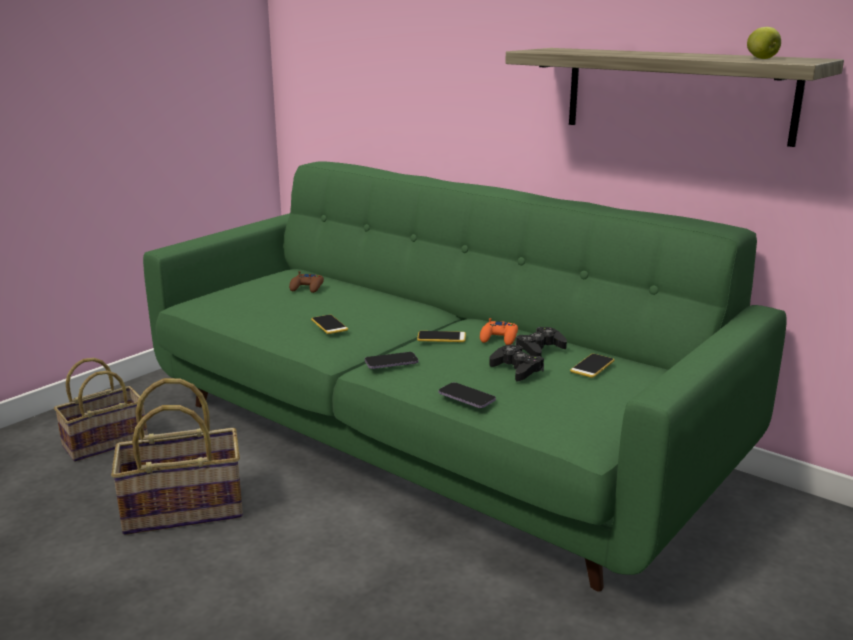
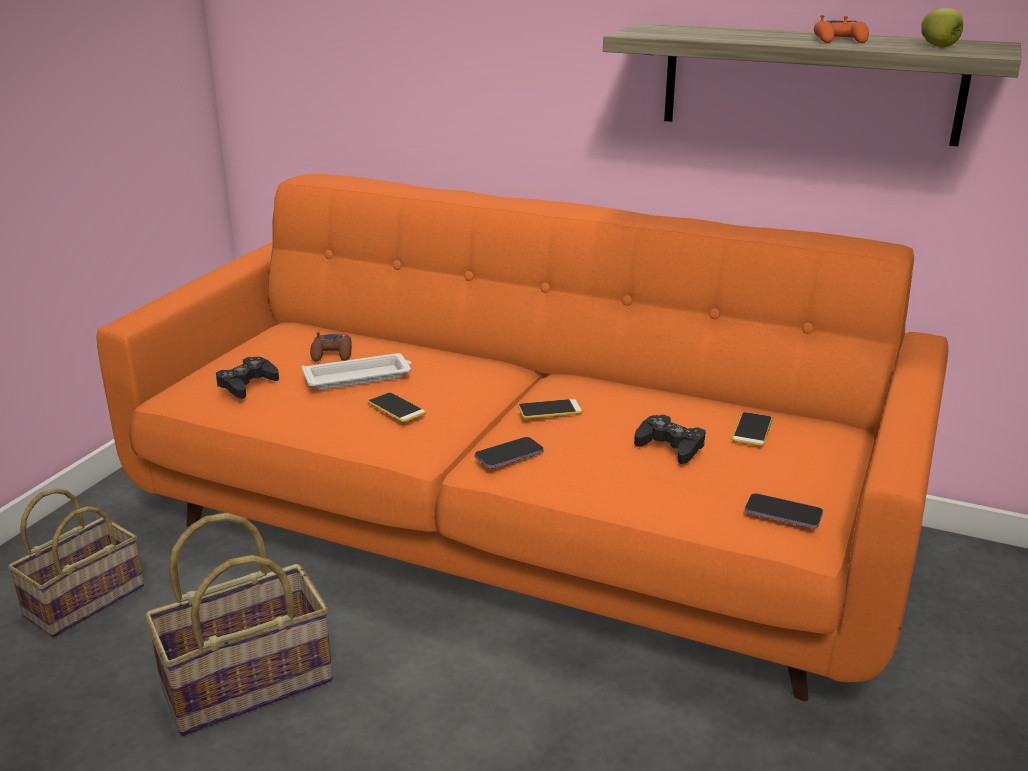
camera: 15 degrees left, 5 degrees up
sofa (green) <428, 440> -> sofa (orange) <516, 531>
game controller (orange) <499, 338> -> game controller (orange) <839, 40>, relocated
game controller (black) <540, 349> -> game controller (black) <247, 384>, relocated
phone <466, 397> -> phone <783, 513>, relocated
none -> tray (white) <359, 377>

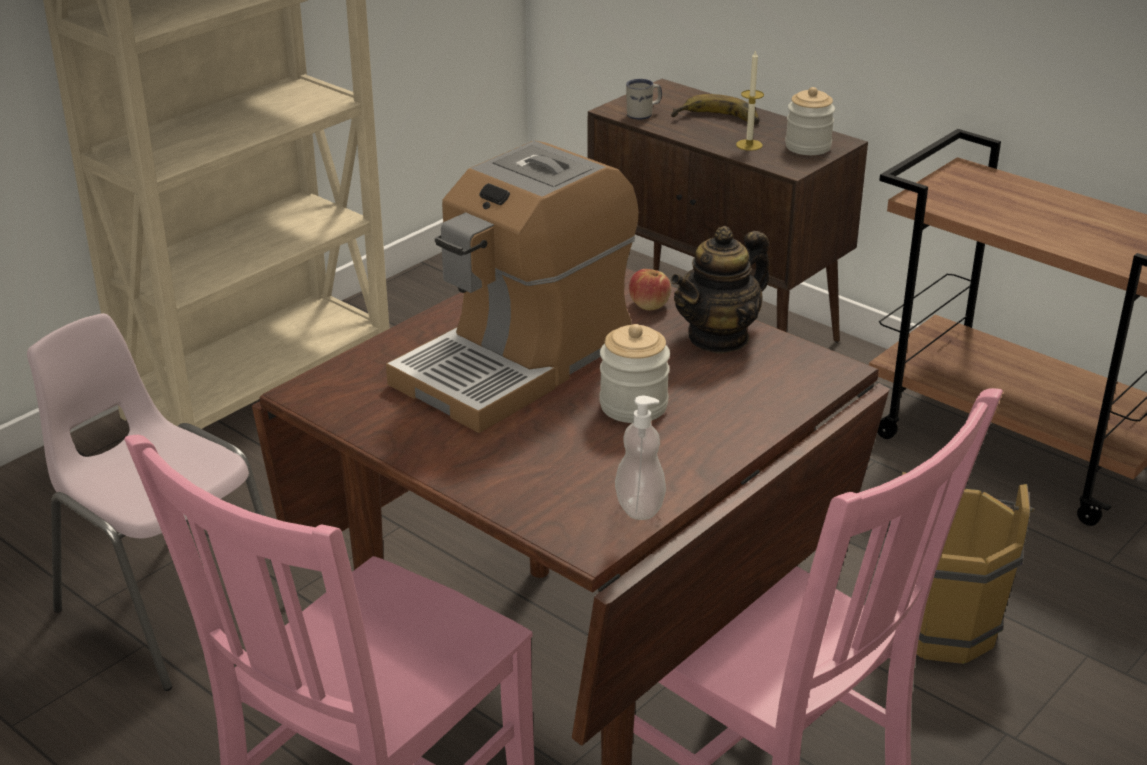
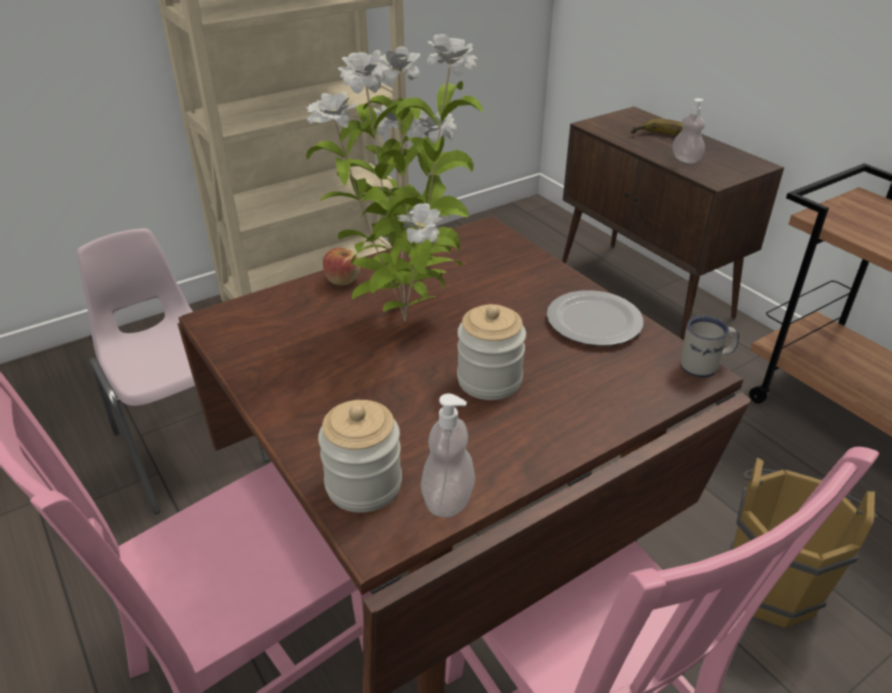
camera: 15 degrees right, 5 degrees up
candle <749, 145> -> soap dispenser <686, 160>
mug (white) <644, 114> -> mug (white) <705, 366>, relocated
jar <808, 147> -> jar <363, 485>, relocated
coffee machine <516, 362> -> potted plant <405, 318>
teapot <719, 337> -> plate <595, 322>
apple <649, 304> -> apple <342, 280>, relocated

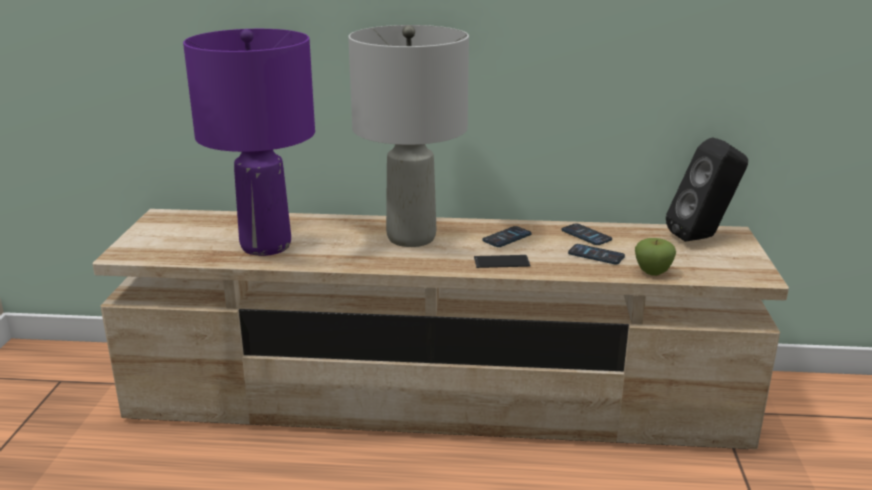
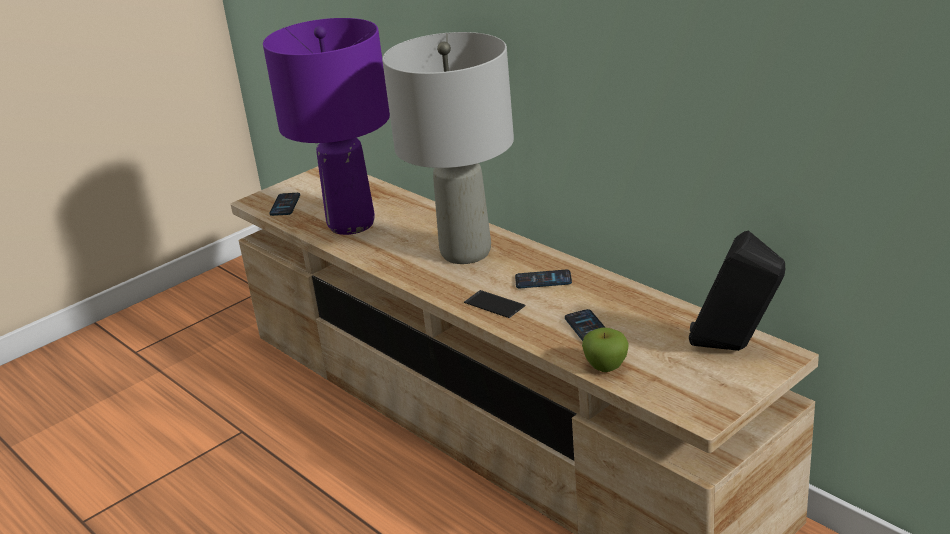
camera: 45 degrees right, 5 degrees up
phone <586, 235> -> phone <285, 205>, relocated

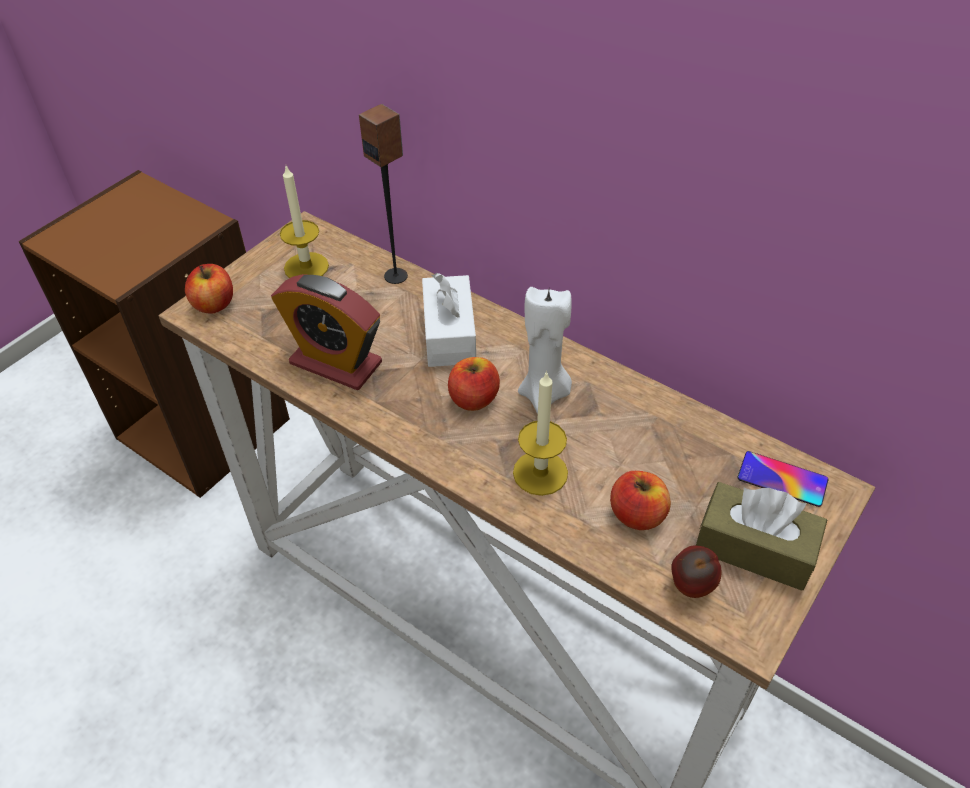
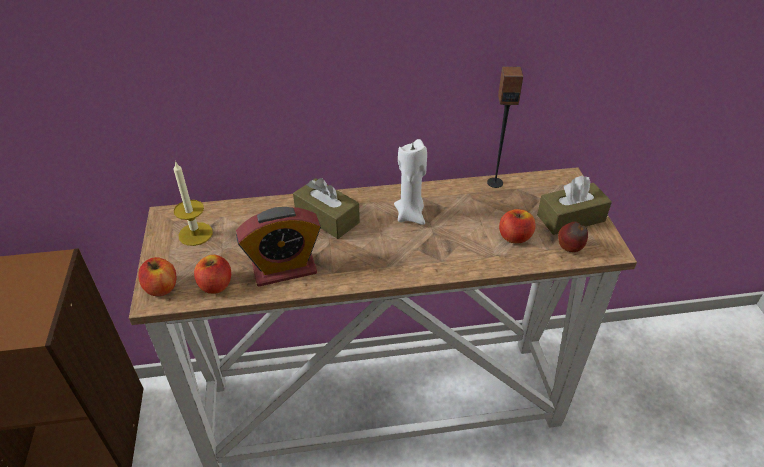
camera: 45 degrees left, 5 degrees down
speaker <396, 276> -> speaker <495, 182>, relocated
tissue box (white) <449, 334> -> tissue box (brown) <327, 217>
apple <473, 399> -> apple <215, 285>, relocated
candle <540, 473> -> none
phone <782, 479> -> none

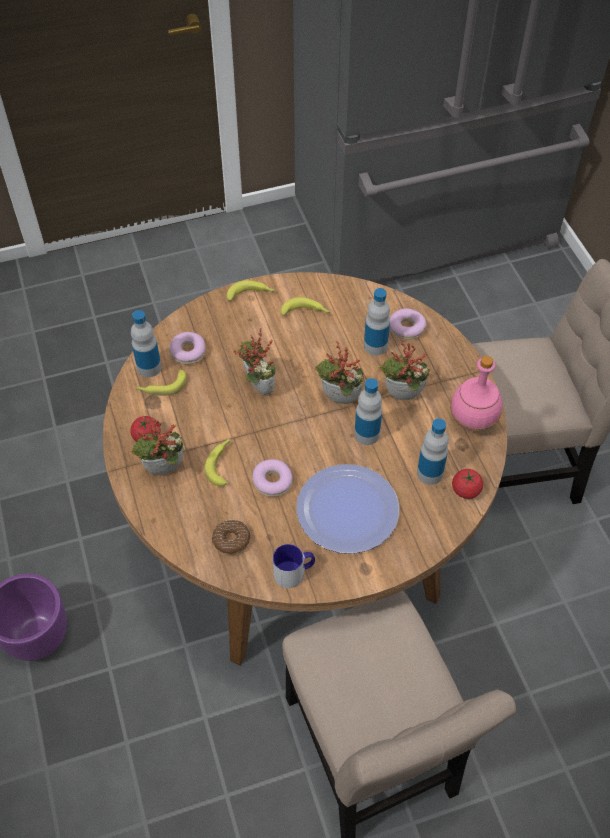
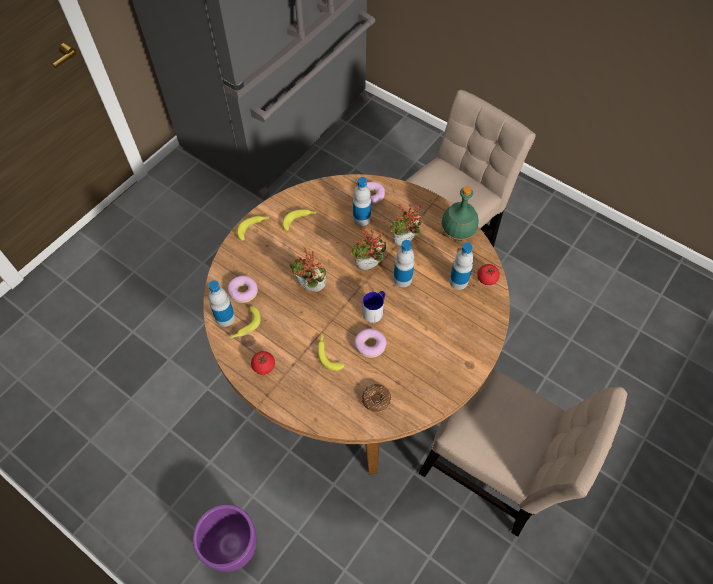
camera: 35 degrees left, 5 degrees up
bottle (pink) <471, 422> -> bottle (green) <456, 235>
potted plant <164, 473> -> none
plate <347, 509> -> none
mug <294, 572> -> mug <375, 310>, relocated

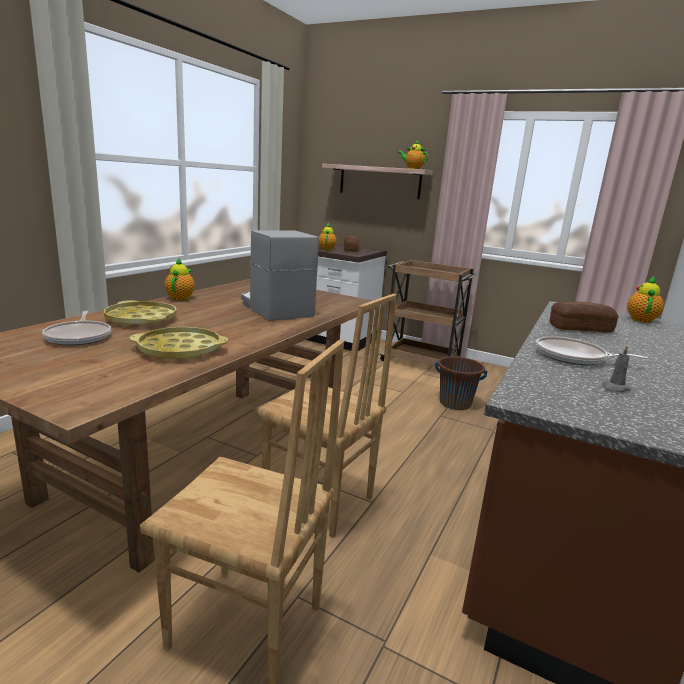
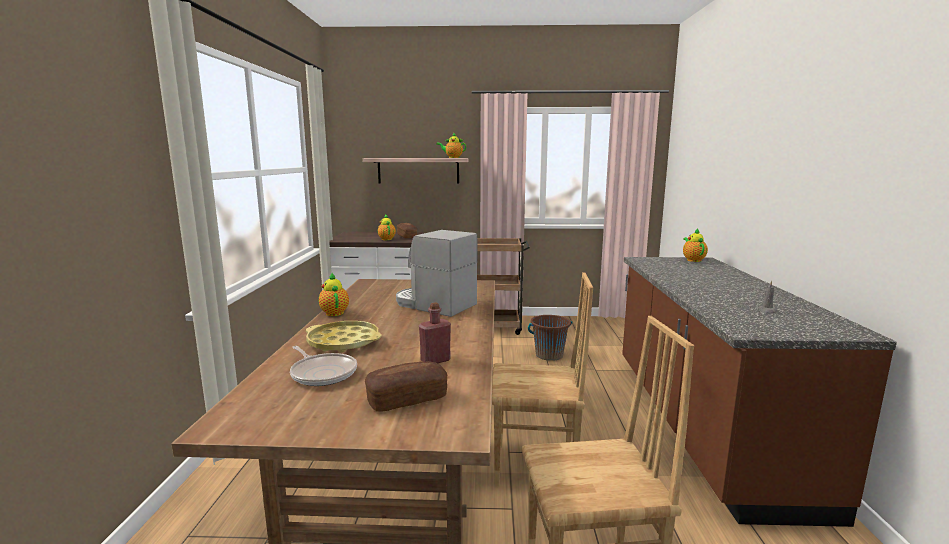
camera: 25 degrees left, 5 degrees down
bread <580, 329> -> bread <407, 399>, relocated
tray (yellow) <180, 350> -> bottle (red) <435, 360>
frying pan <574, 357> -> none

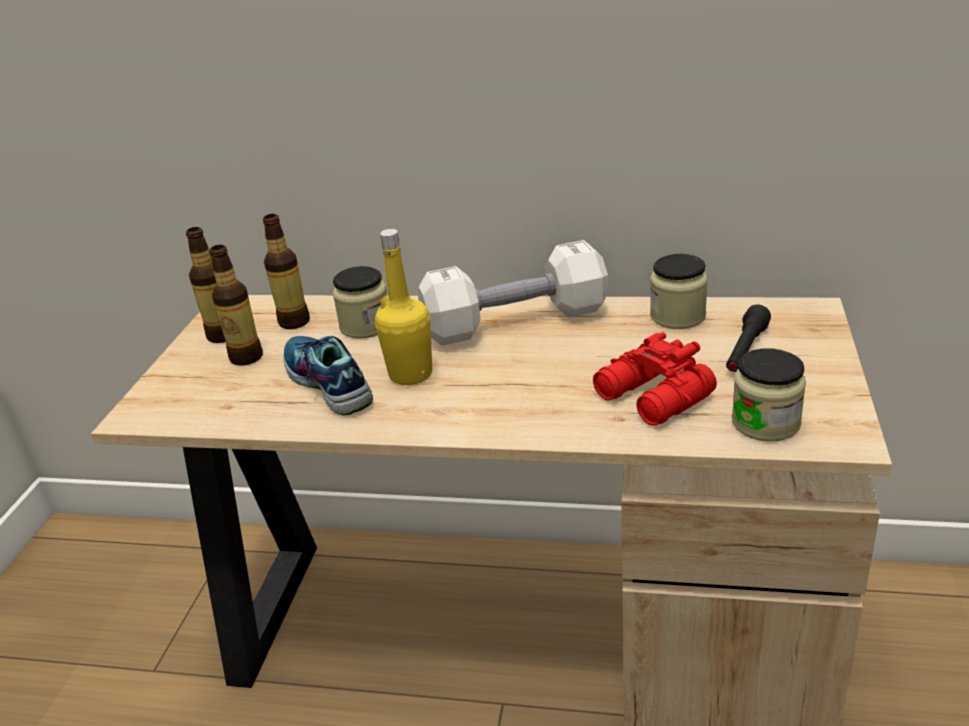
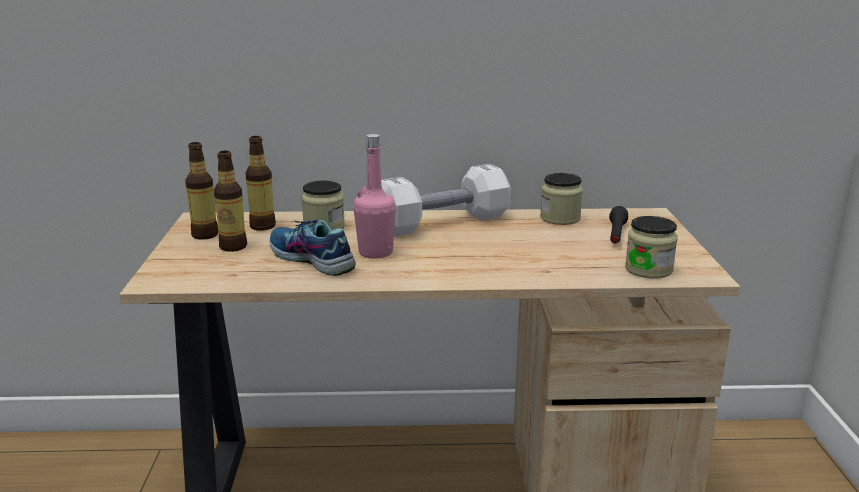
camera: 15 degrees left, 10 degrees down
bottle (yellow) <410, 374> -> bottle (pink) <375, 252>
binoculars (red) <653, 398> -> none

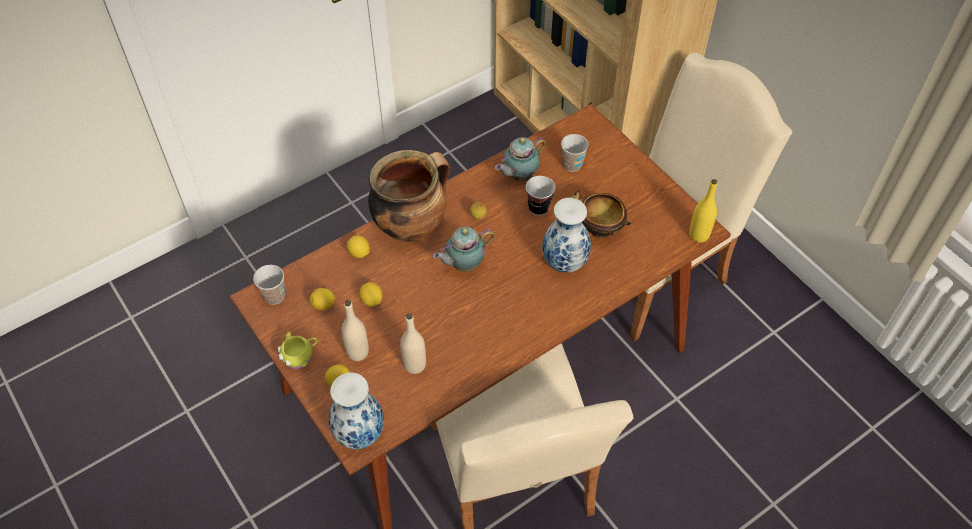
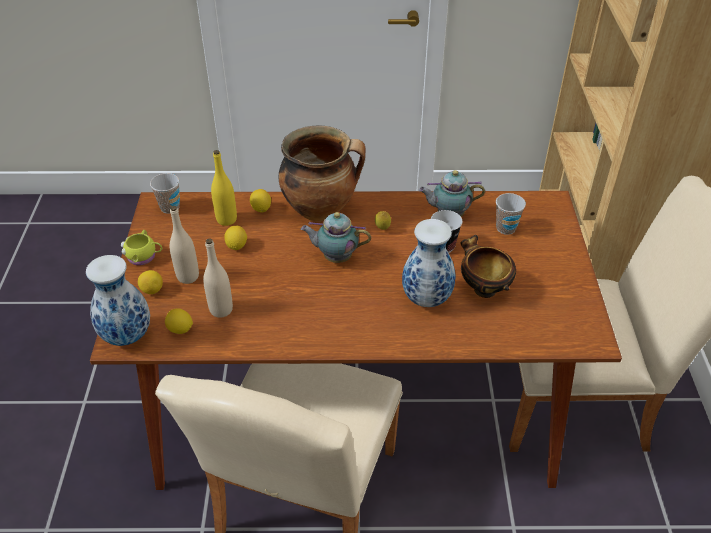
camera: 35 degrees right, 10 degrees down
bottle (yellow) <699, 235> -> bottle (yellow) <226, 219>, relocated
lemon <323, 305> -> lemon <180, 330>, relocated

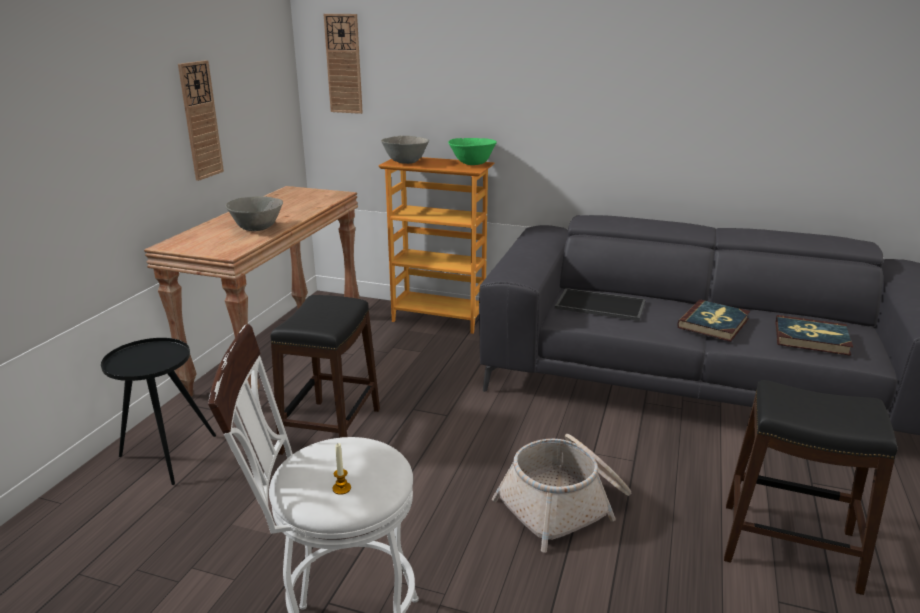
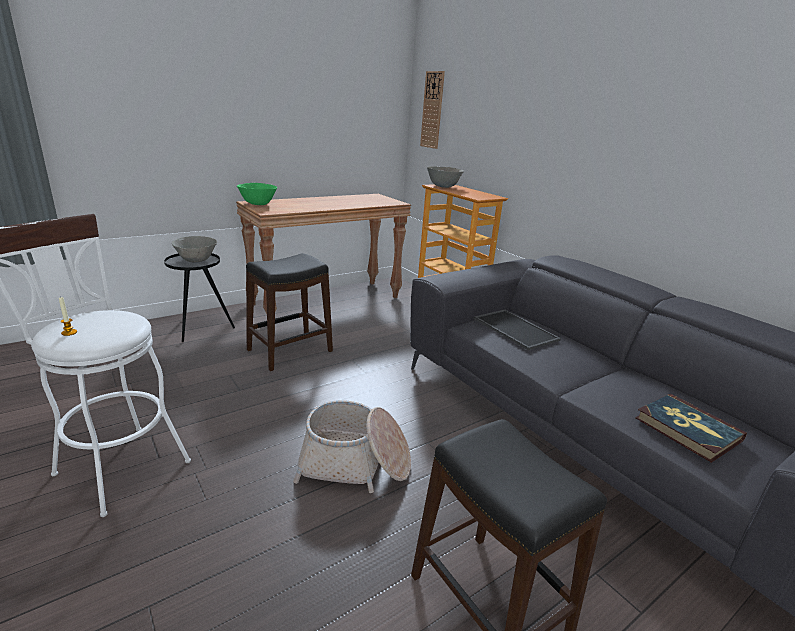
camera: 35 degrees right, 0 degrees up
wall clock <200, 120> -> none
bowl (green) <472, 164> -> bowl (green) <258, 204>, relocated
bowl (grey) <257, 228> -> bowl (grey) <197, 260>, relocated
book <714, 323> -> none

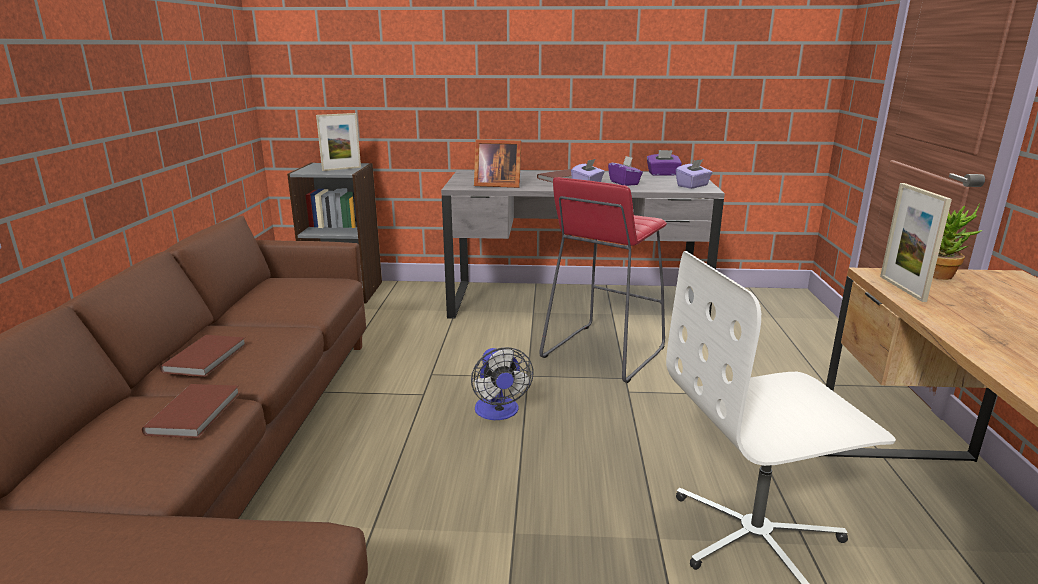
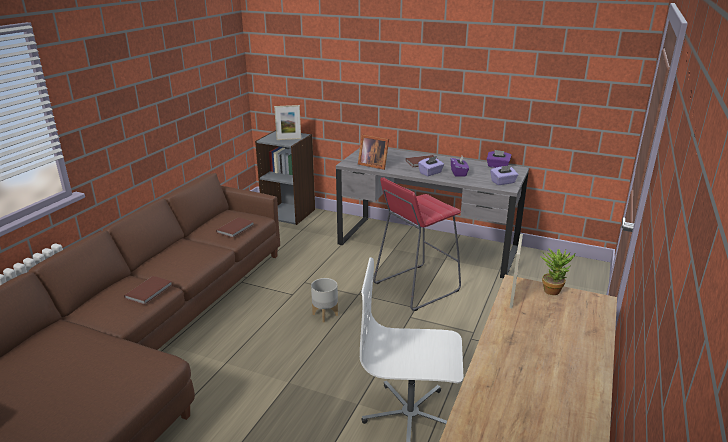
camera: 20 degrees right, 5 degrees up
book (brown) <208, 358> -> book (brown) <236, 228>, relocated
fan <498, 412> -> planter (grey) <325, 314>

